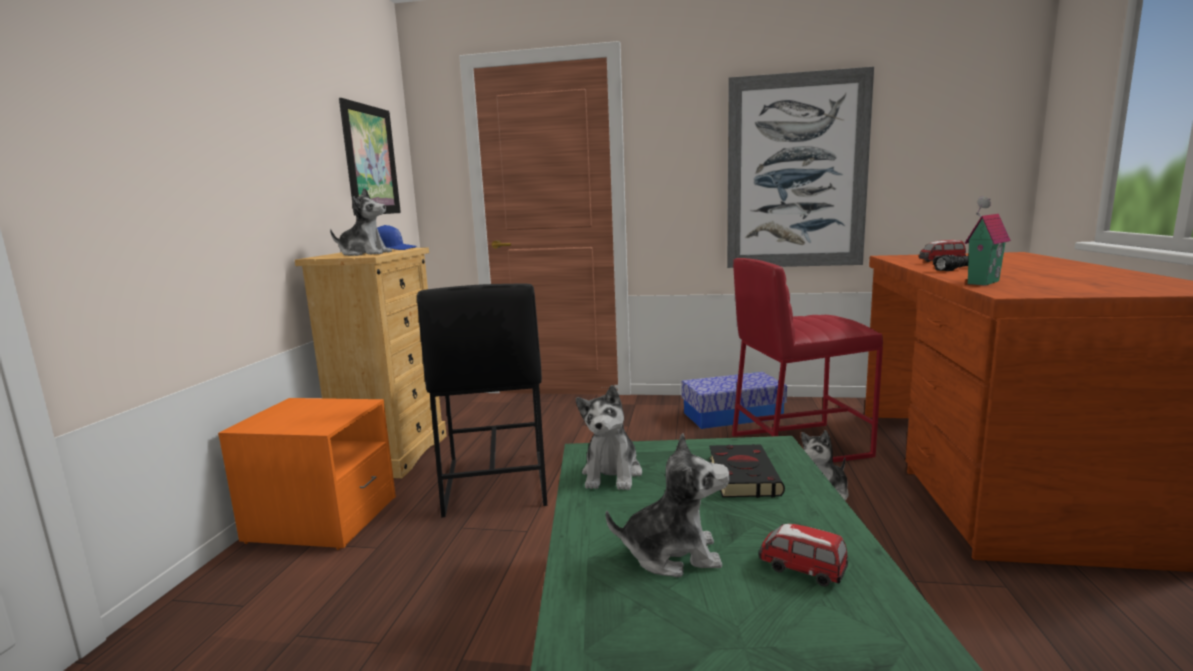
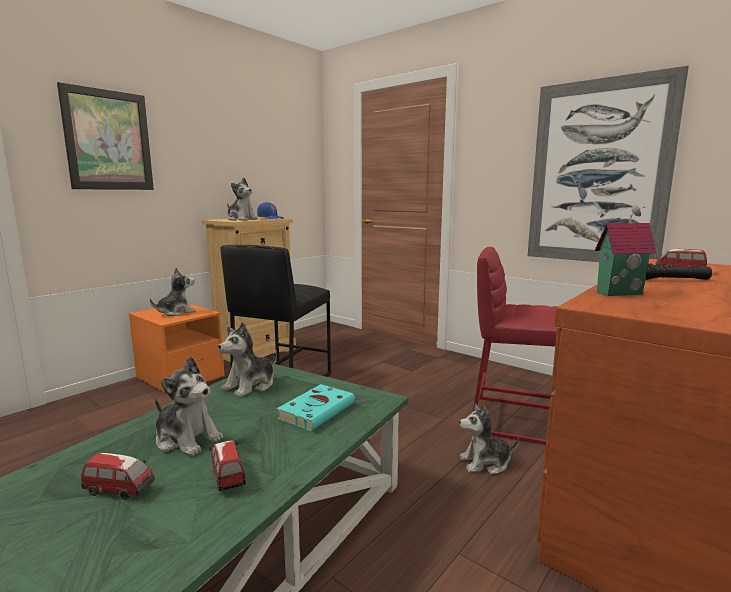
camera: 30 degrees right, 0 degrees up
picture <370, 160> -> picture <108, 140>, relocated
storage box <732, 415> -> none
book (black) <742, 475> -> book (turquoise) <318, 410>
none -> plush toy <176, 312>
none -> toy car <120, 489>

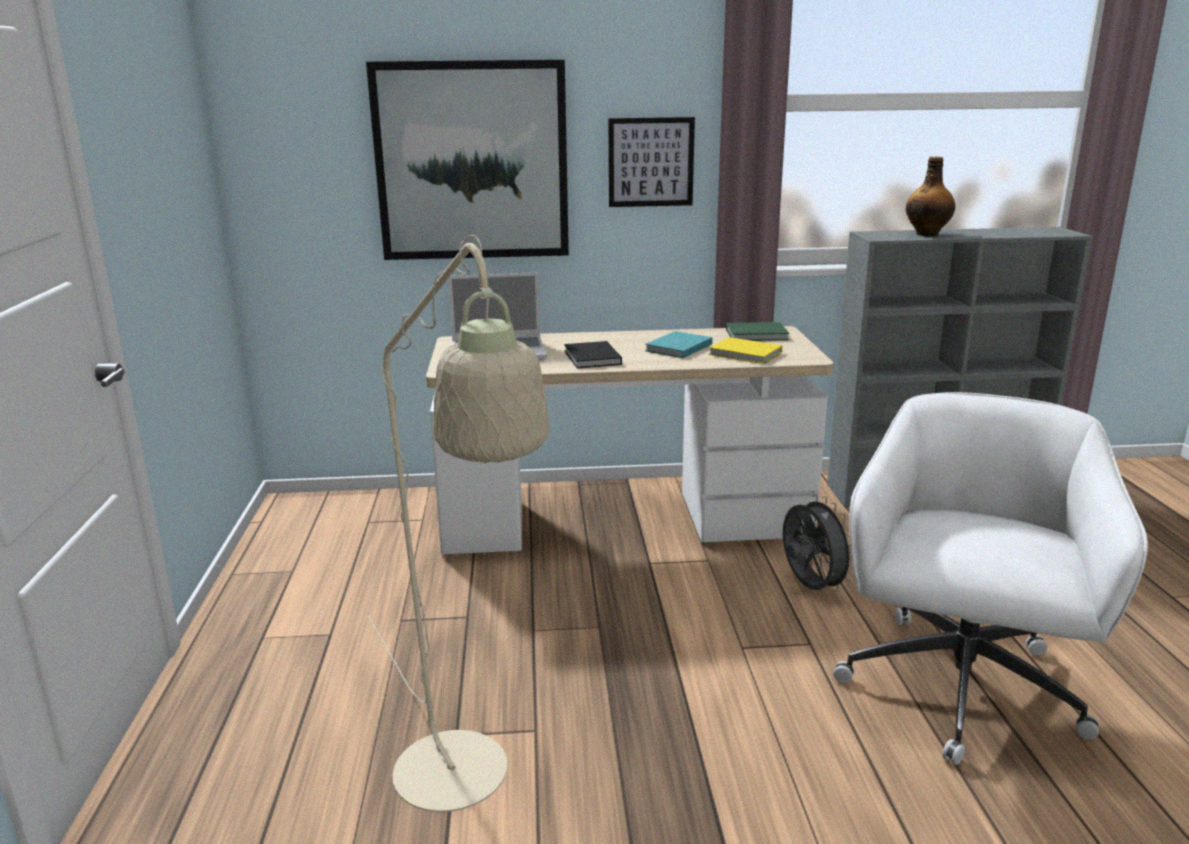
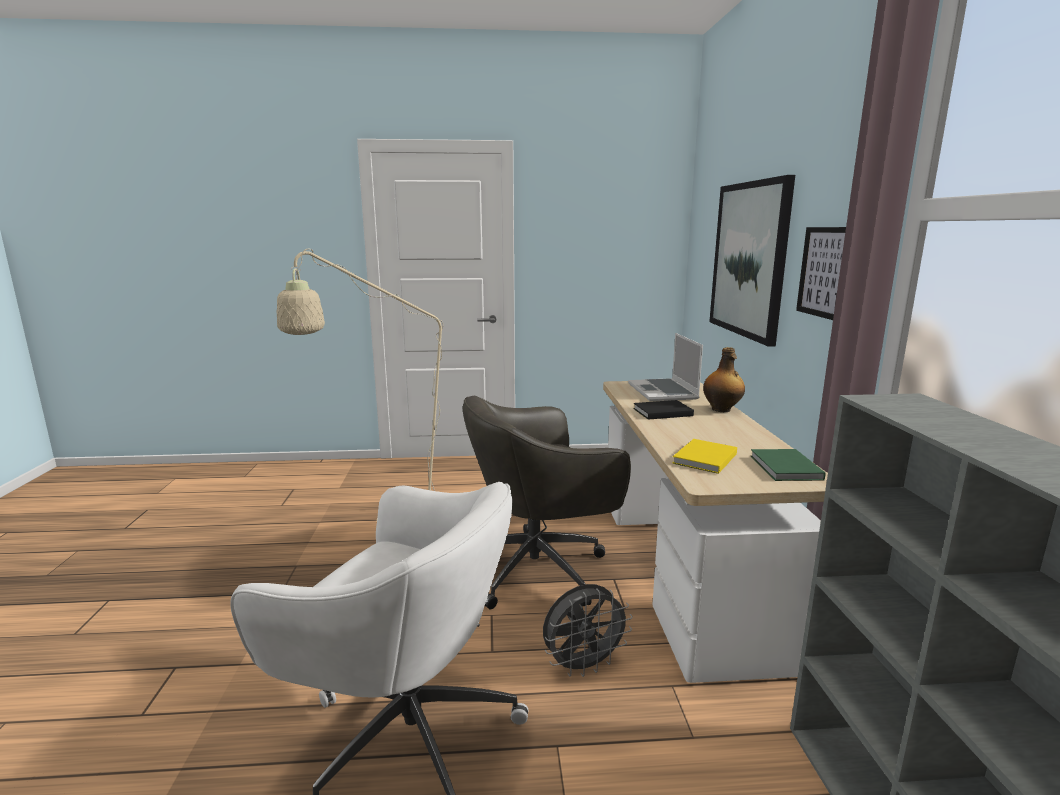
camera: 90 degrees right, 5 degrees down
bottle <927, 234> -> bottle <721, 410>, relocated
book (turquoise) <677, 348> -> none
none -> office chair (grey) <539, 568>

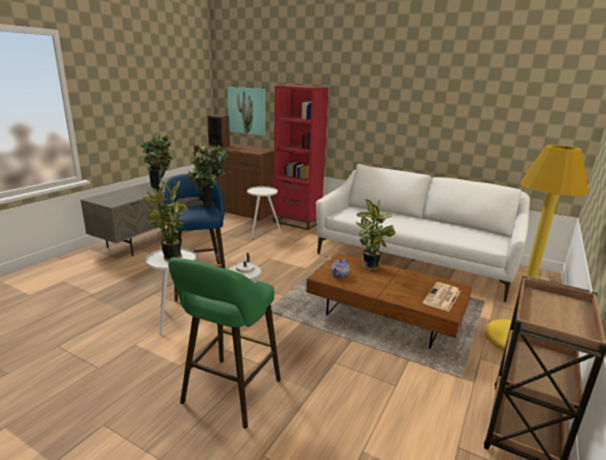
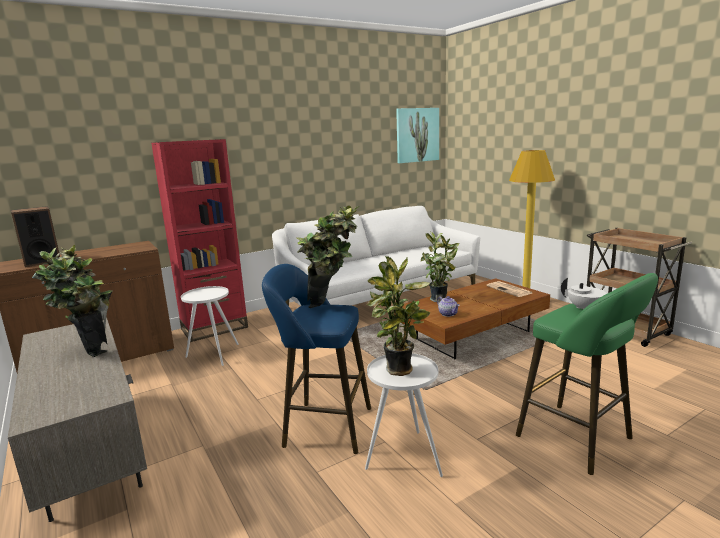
camera: 60 degrees left, 5 degrees down
picture <247, 111> -> picture <417, 135>, relocated

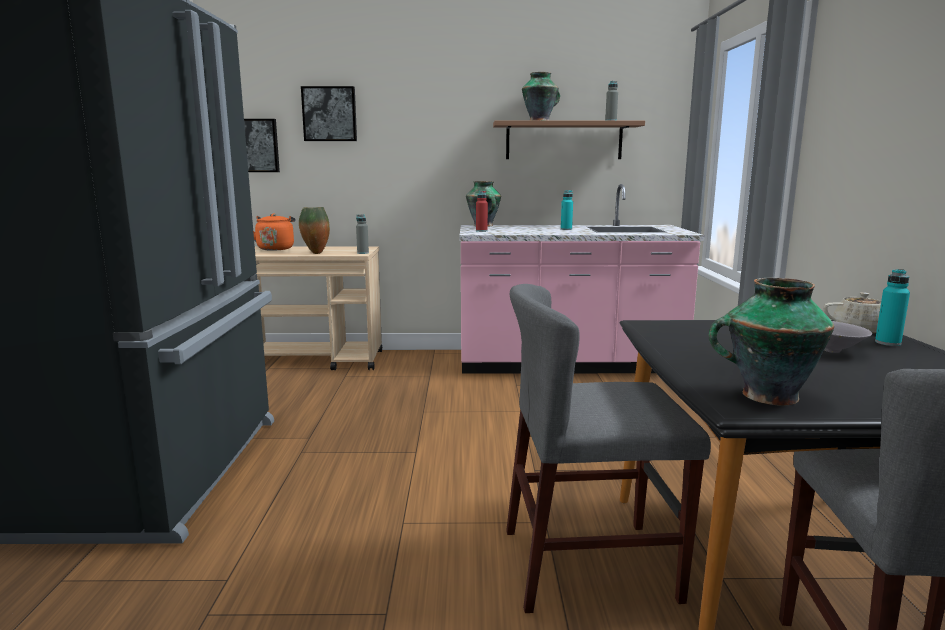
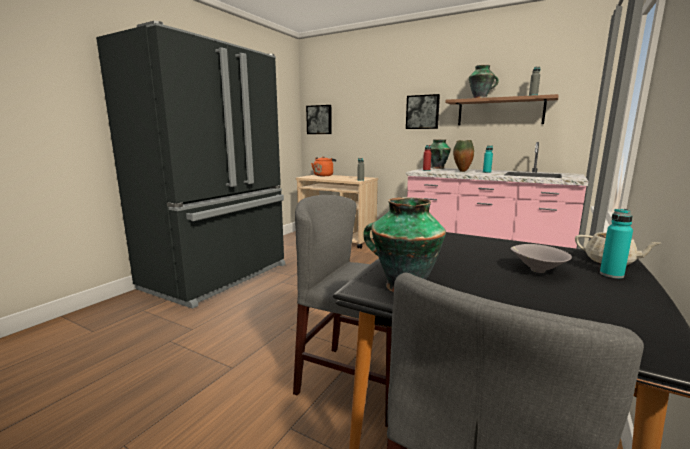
camera: 30 degrees right, 0 degrees up
picture <330, 114> -> picture <422, 112>, relocated
vase <315, 253> -> vase <461, 171>, relocated

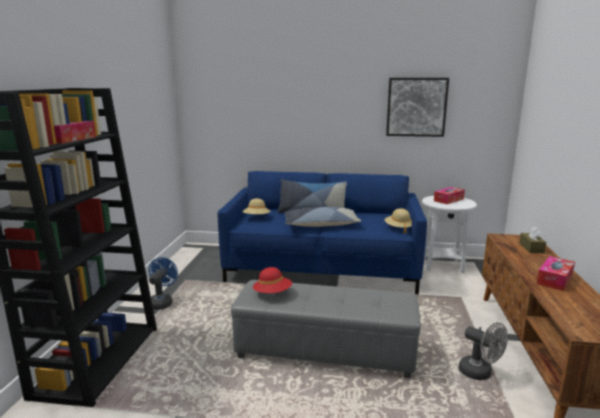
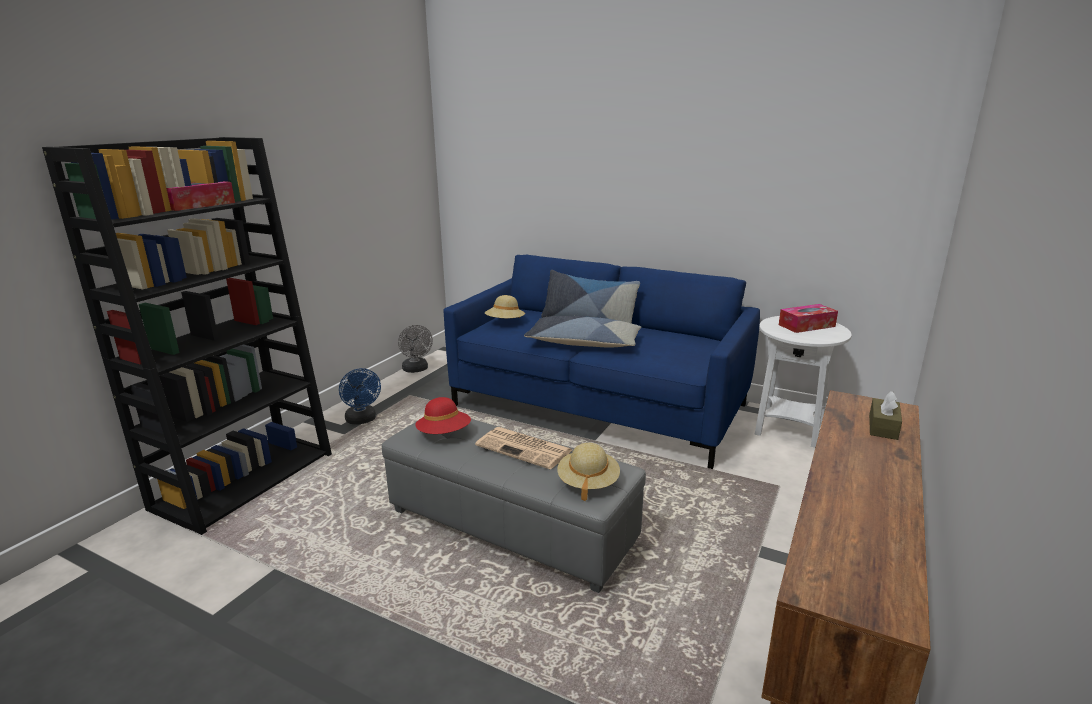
camera: 20 degrees right, 5 degrees up
picture <416, 107> -> none
hat (beige) <399, 228> -> hat (beige) <588, 483>, relocated
tissue box <554, 279> -> none
fan (blue) <162, 302> -> fan (blue) <362, 420>, 120 degrees clockwise
fan (grey) <480, 373> -> fan (grey) <416, 370>, relocated
none -> newspaper <525, 448>

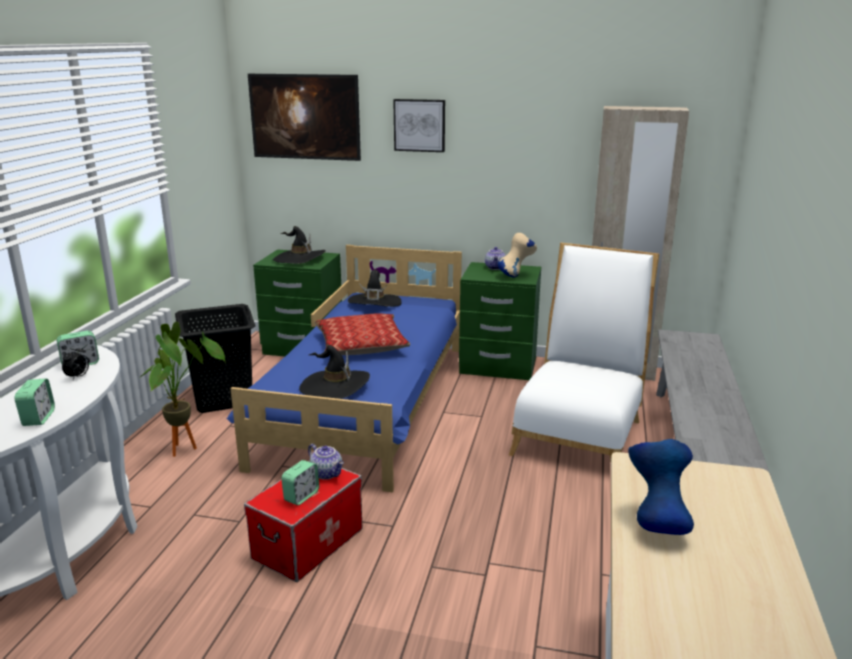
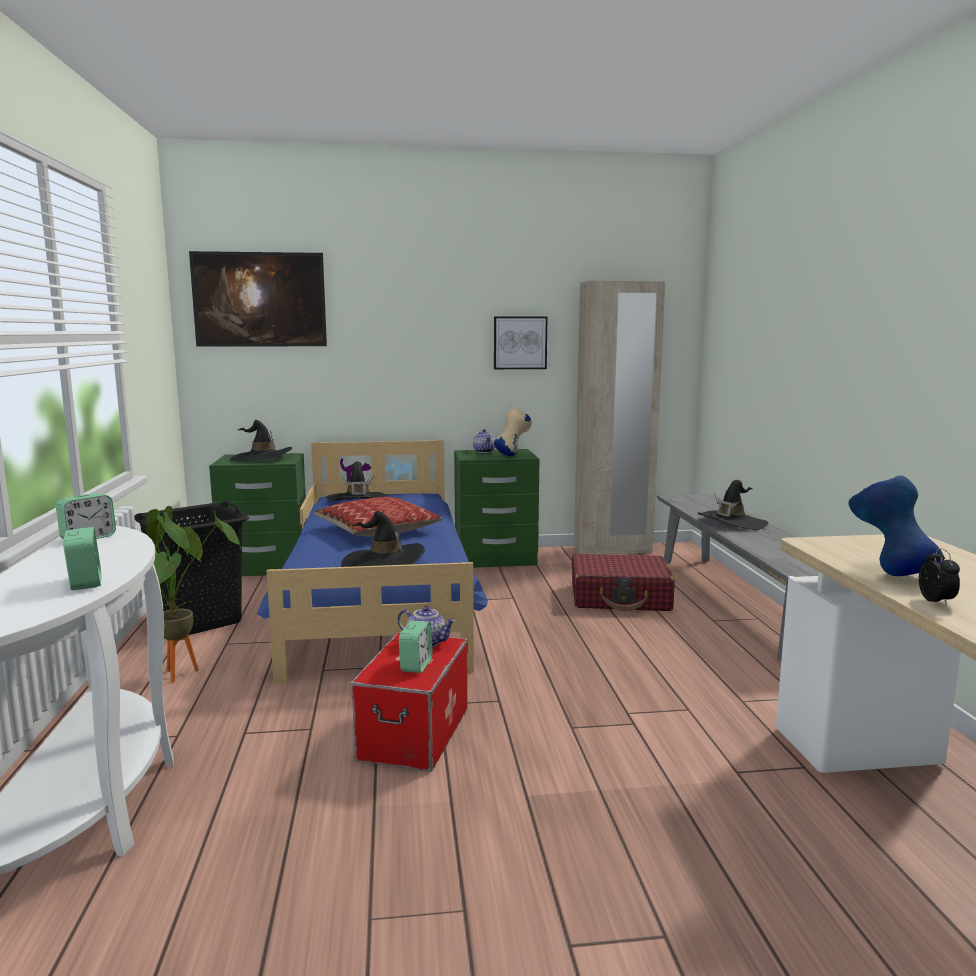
camera: 20 degrees left, 10 degrees down
picture <419, 125> -> picture <520, 343>, relocated
chair (white) <579, 432> -> suitcase (red) <620, 598>
alarm clock <78, 377> -> alarm clock <937, 602>, relocated
none -> hat (black) <732, 523>

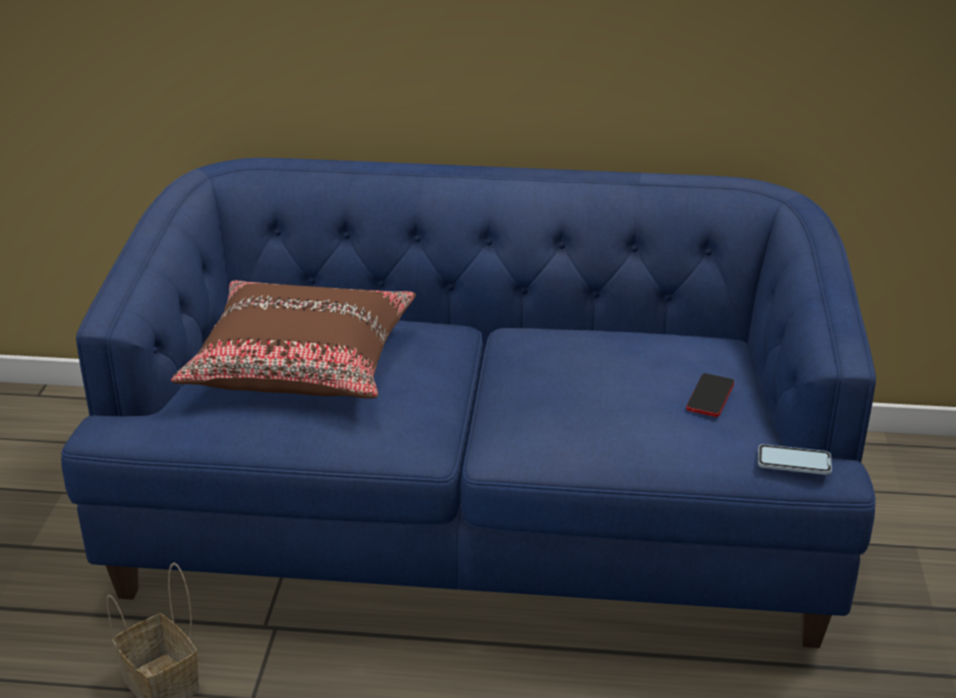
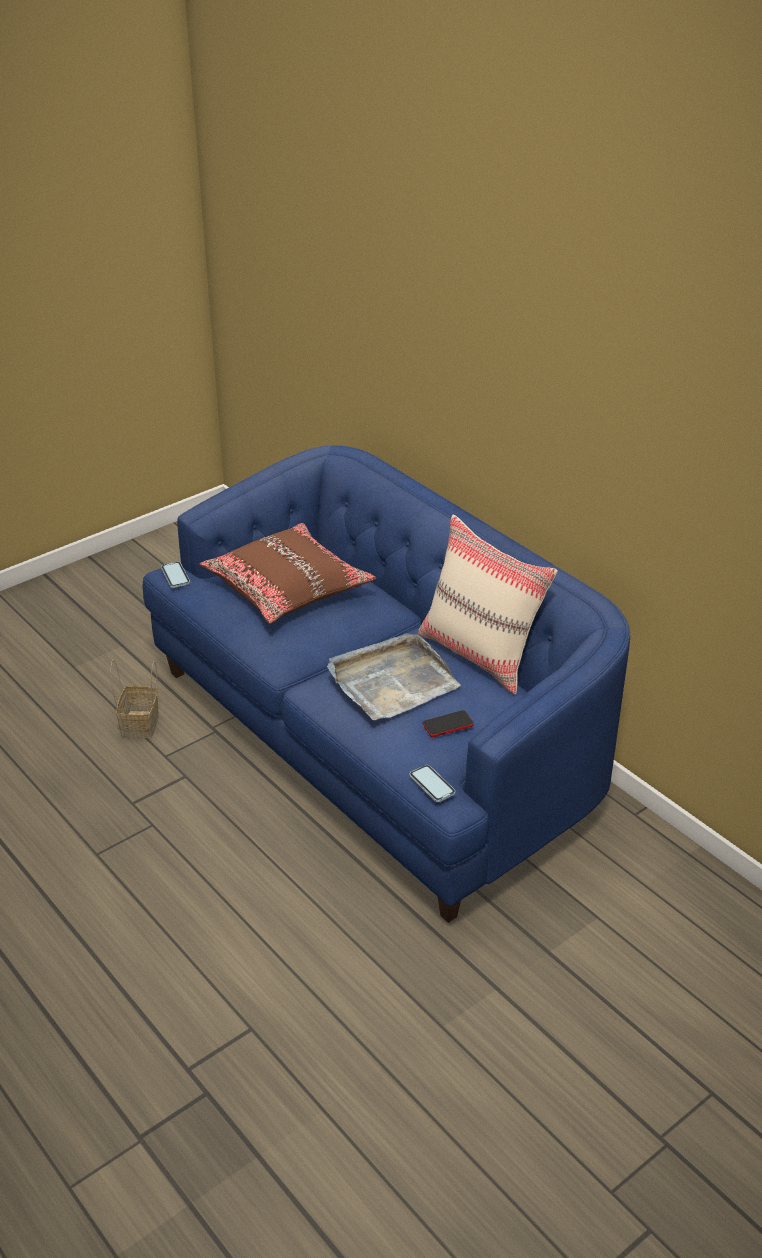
camera: 45 degrees right, 5 degrees up
none -> pillow (beige) <480, 655>
none -> phone <175, 576>
none -> tray (grey) <391, 681>

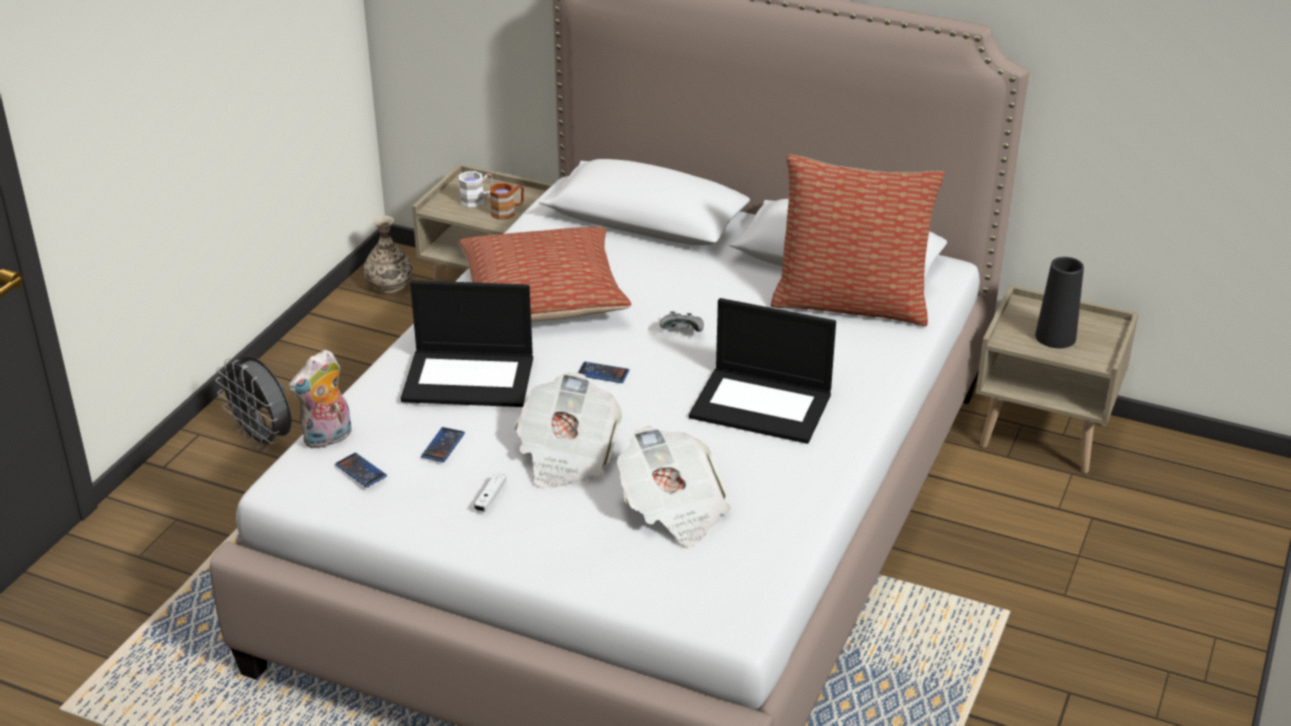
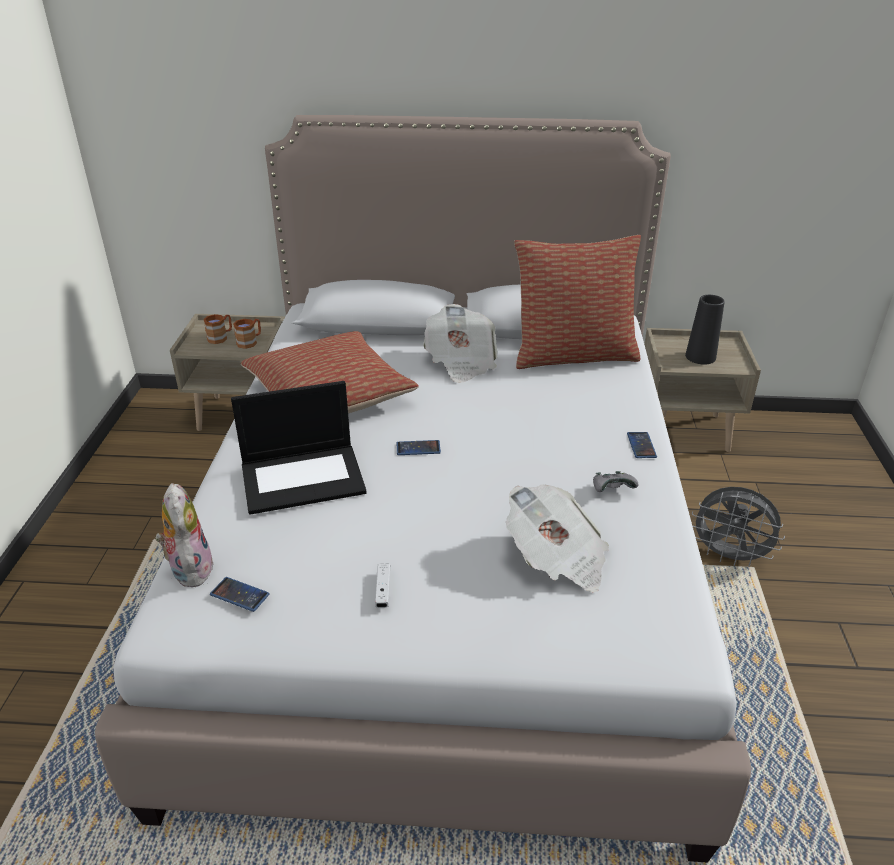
camera: 20 degrees left, 0 degrees up
mug (white) <477, 200> -> mug (brown) <221, 337>
vase <389, 284> -> none
laptop <763, 405> -> none
game controller (grey) <683, 332> -> game controller (grey) <612, 490>, relocated
plush toy <328, 439> -> plush toy <189, 568>, 135 degrees clockwise
fan (grey) <264, 439> -> fan (grey) <729, 556>, relocated
newspaper <567, 456> -> newspaper <460, 362>, relocated
phone <443, 445> -> phone <641, 445>, relocated

